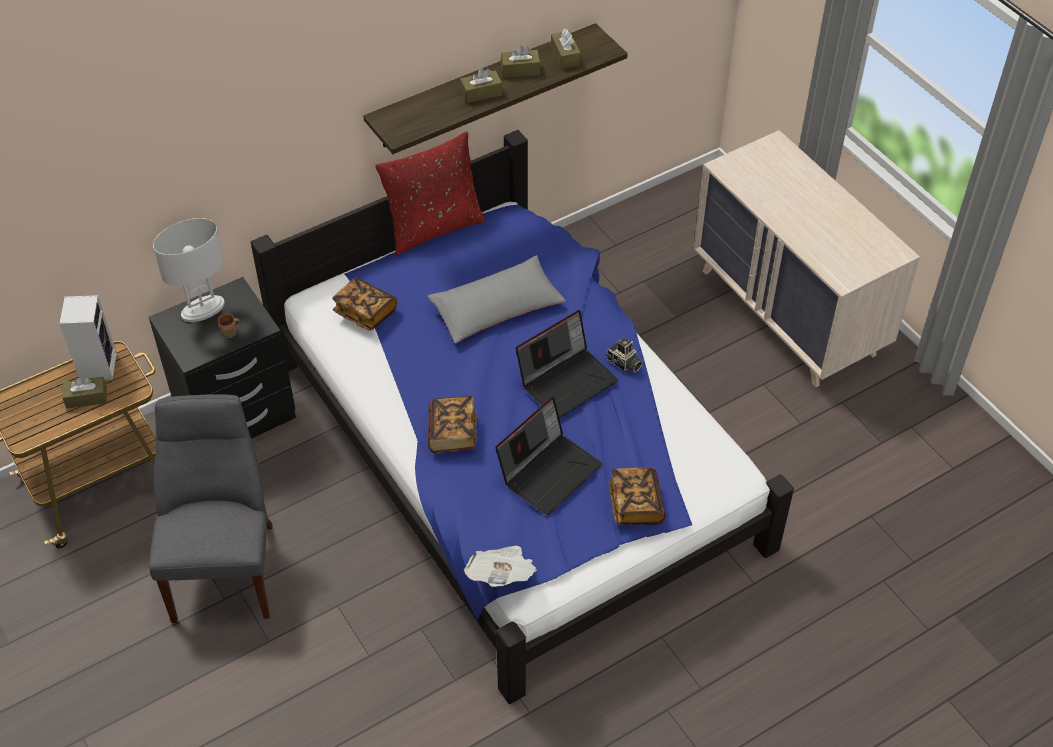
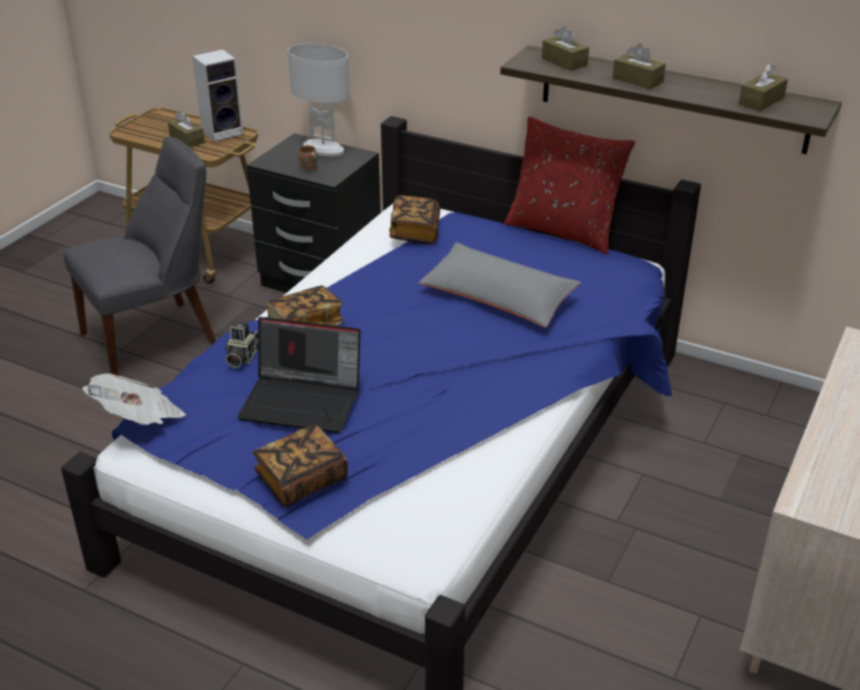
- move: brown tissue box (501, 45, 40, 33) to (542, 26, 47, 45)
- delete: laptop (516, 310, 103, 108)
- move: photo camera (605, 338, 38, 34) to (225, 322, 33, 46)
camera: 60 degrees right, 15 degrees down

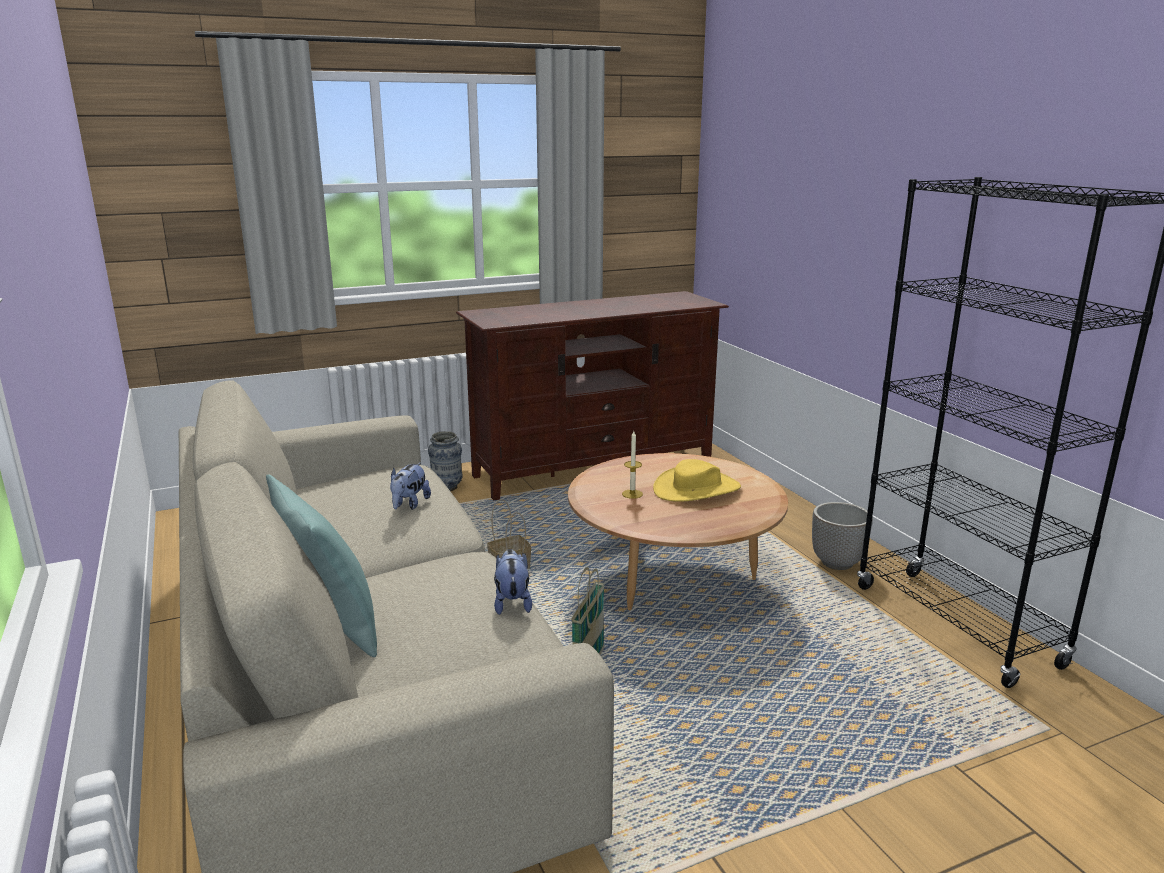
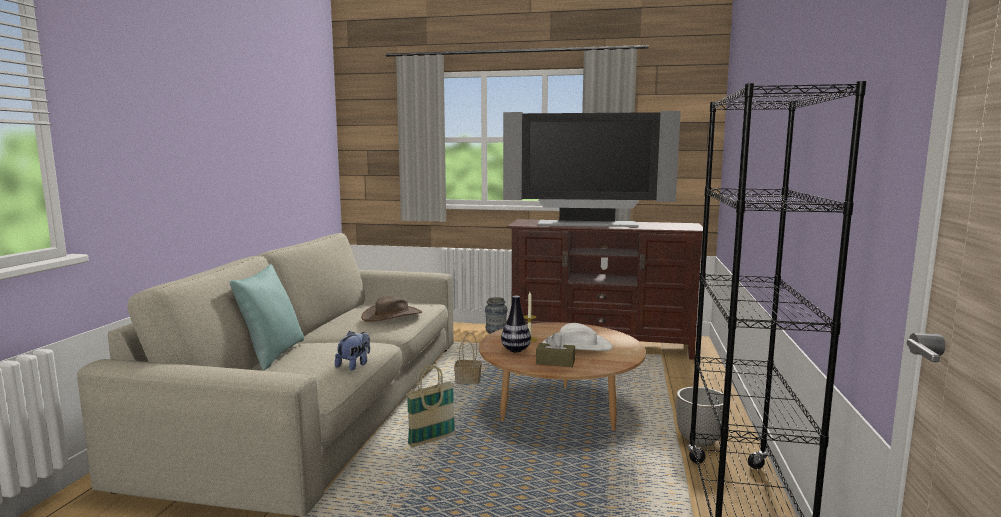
- recolor: yellow hat (653, 459, 88, 43) to white hat (542, 323, 71, 28)
- replace: plush toy (390, 463, 41, 47) to brown hat (361, 296, 61, 26)
- insert: television (503, 111, 178, 116)
- insert: vase (501, 296, 30, 56)
- insert: brown tissue box (536, 333, 39, 34)
camera: 35 degrees right, 10 degrees down

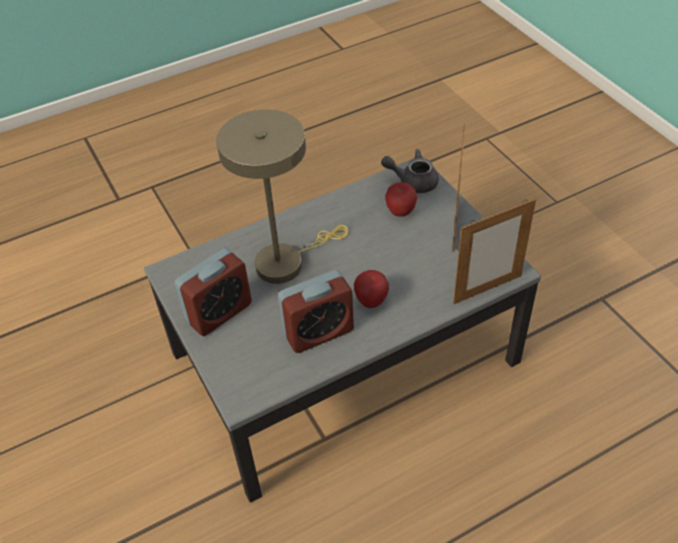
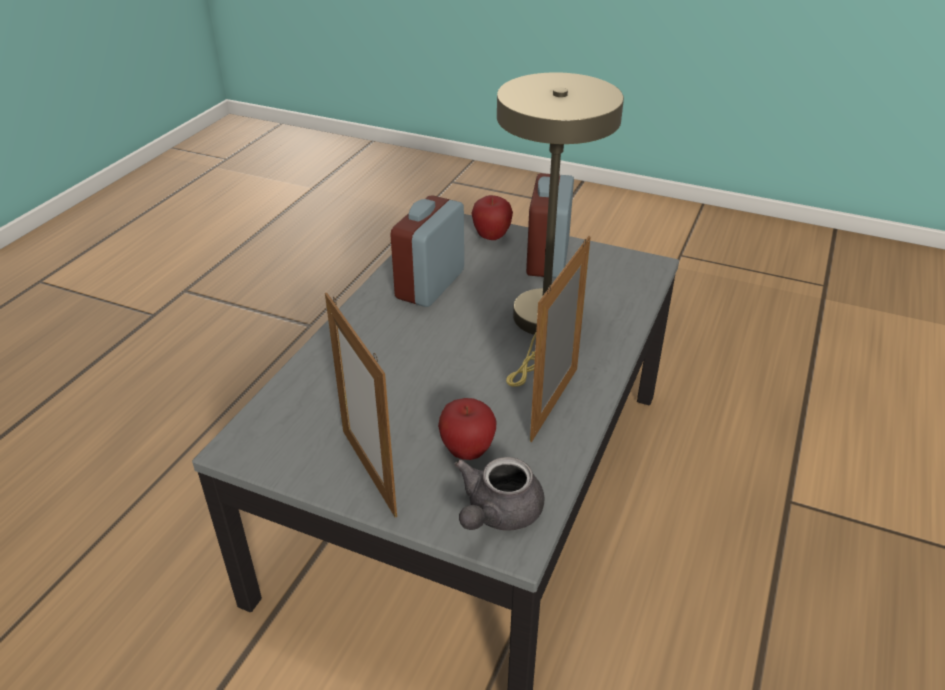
- rotate: grey teapot (381, 149, 58, 44) = (454, 457, 90, 74) 150 degrees clockwise
- move: picture frame (453, 199, 83, 105) to (530, 236, 61, 206)
- move: apple (354, 270, 35, 38) to (471, 195, 42, 45)
camera: 140 degrees right, 10 degrees down

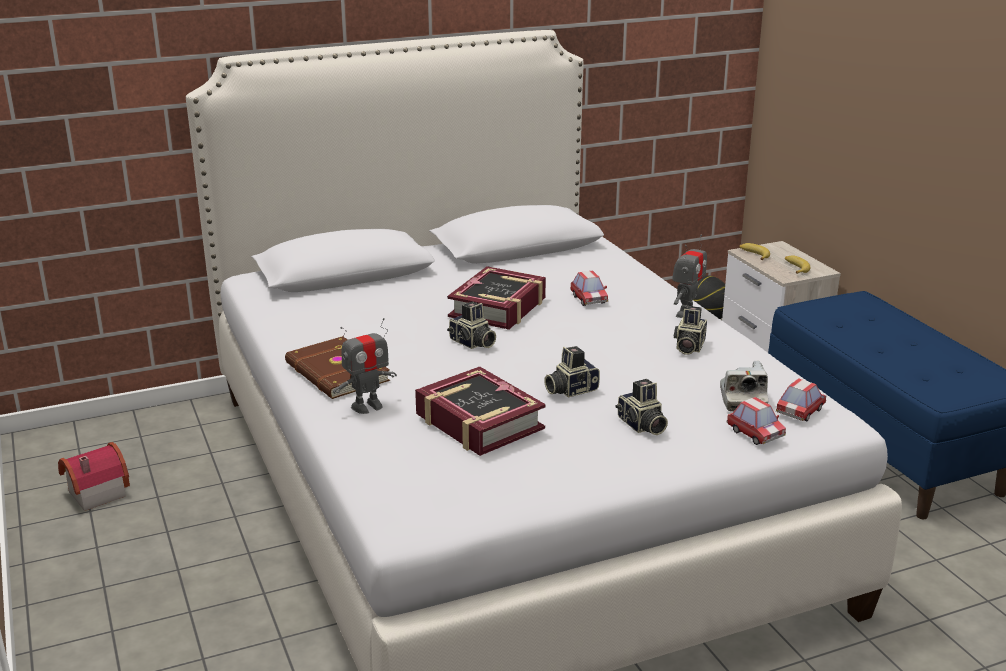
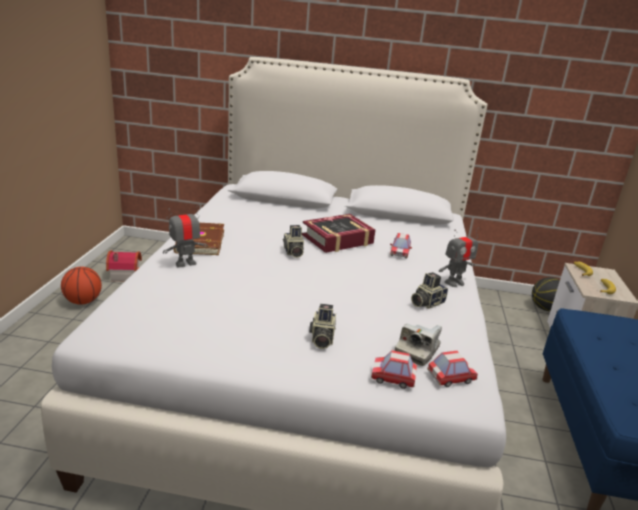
- rotate: toy robot (333, 318, 64, 96) = (163, 204, 45, 64) 150 degrees clockwise
- delete: photo camera (544, 346, 56, 52)
- delete: book (415, 367, 131, 89)
- rotate: toy car (726, 397, 60, 48) = (371, 350, 46, 39) 105 degrees clockwise
- insert: basketball (61, 267, 41, 38)
camera: 30 degrees right, 0 degrees up

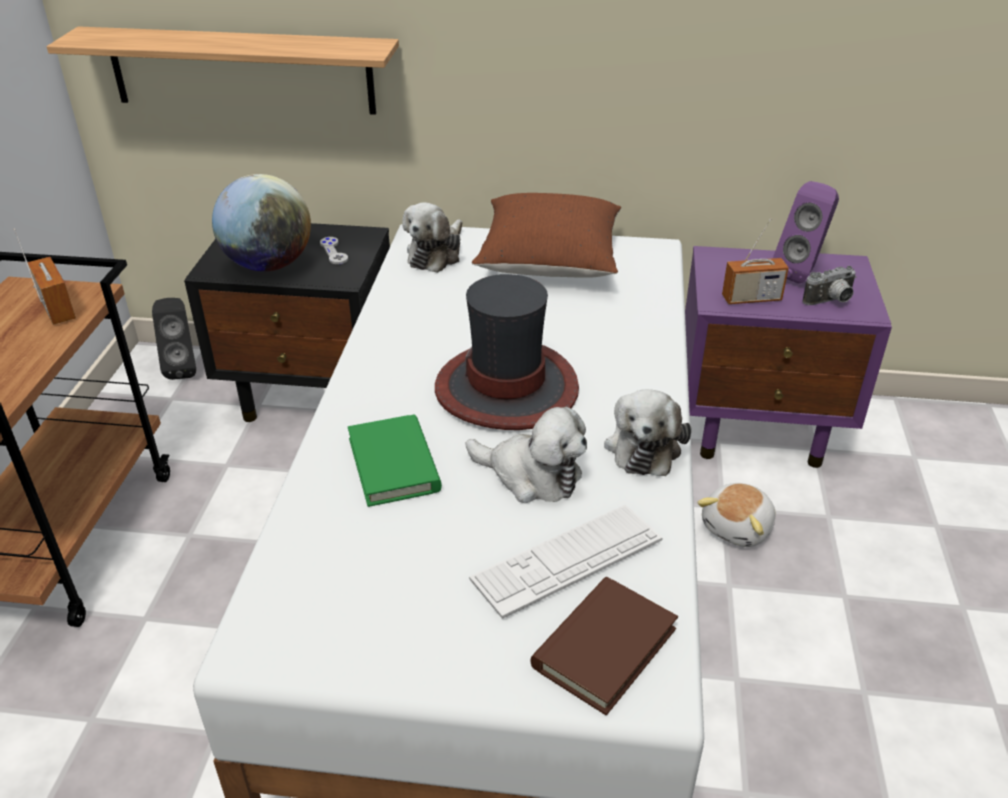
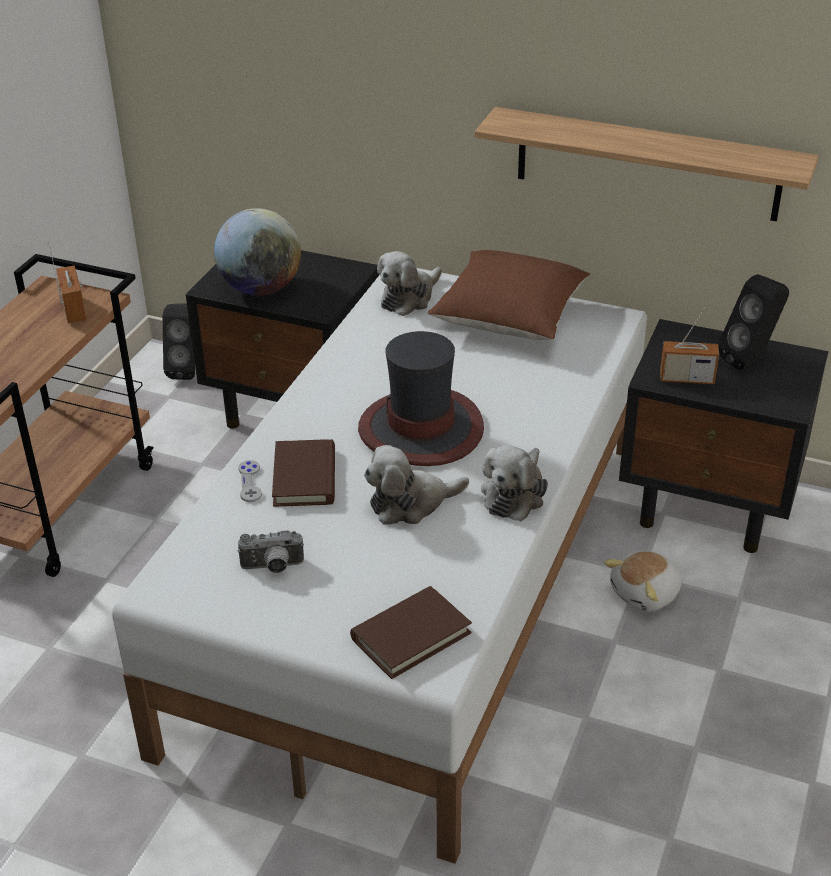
- move: shelf (47, 26, 352, 89) to (475, 107, 344, 114)
- recolor: purple speaker (773, 181, 66, 103) to black speaker (718, 274, 71, 96)
- move: grey game controller (320, 237, 28, 27) to (238, 460, 24, 42)
- recolor: purple nightstand (685, 246, 207, 222) to black nightstand (619, 319, 210, 234)
- move: photo camera (802, 266, 55, 39) to (238, 530, 66, 43)
- rotate: plush toy (466, 407, 121, 96) = (364, 445, 105, 80) 120 degrees clockwise
- recolor: green book (348, 415, 94, 92) to brown book (272, 439, 63, 68)
- delete: keyboard (469, 505, 194, 114)
camera: 15 degrees right, 0 degrees up

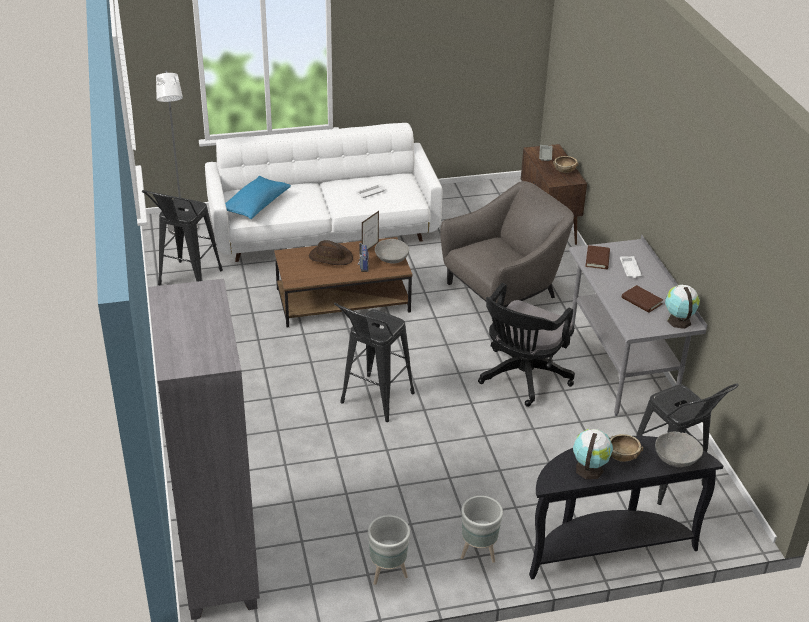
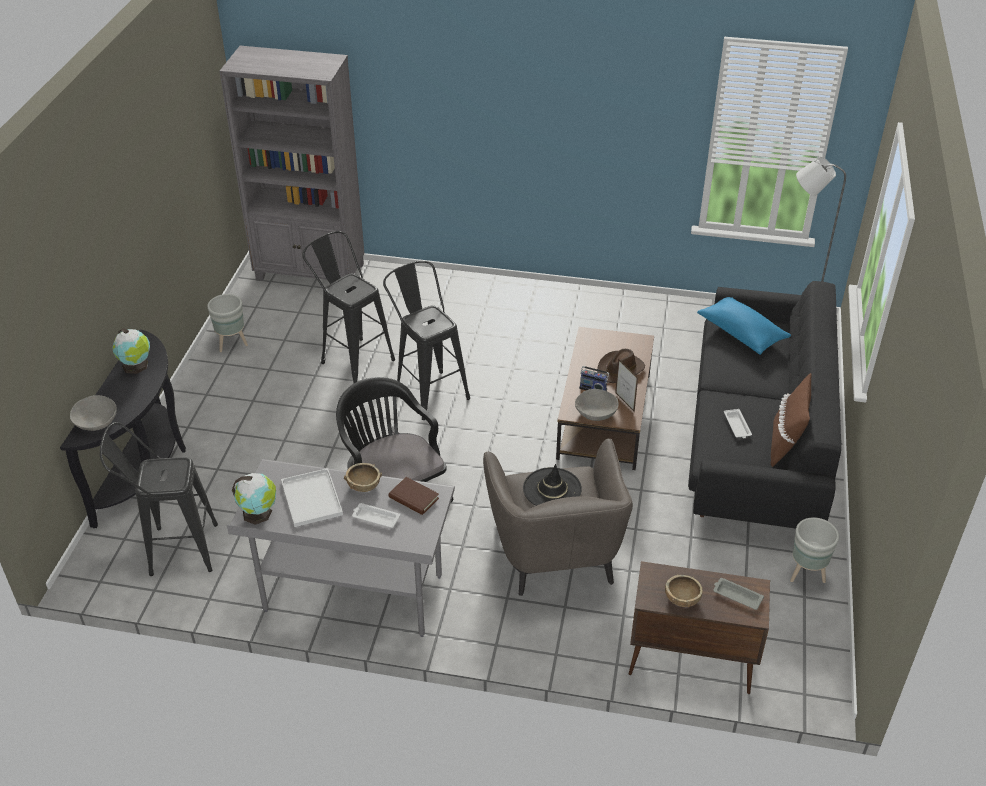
- recolor: white sofa (205, 123, 237, 139) to black sofa (688, 281, 153, 248)
- move: black stool (142, 190, 81, 96) to (303, 231, 92, 153)
- replace: brown book (622, 285, 41, 28) to white tray (281, 468, 62, 59)
- move: brown bowl (610, 434, 33, 28) to (344, 463, 38, 29)
- move: grey planter (461, 496, 42, 67) to (790, 517, 49, 66)
- insert: brown pillow (771, 373, 41, 94)
- insert: black hat (523, 464, 59, 42)
camera: 115 degrees right, 5 degrees up

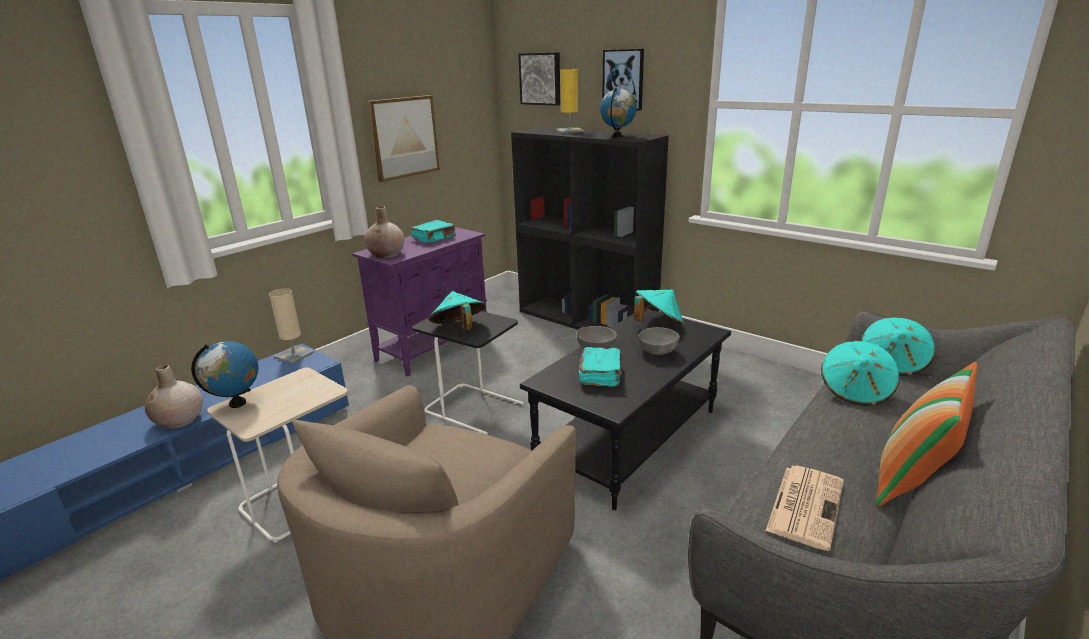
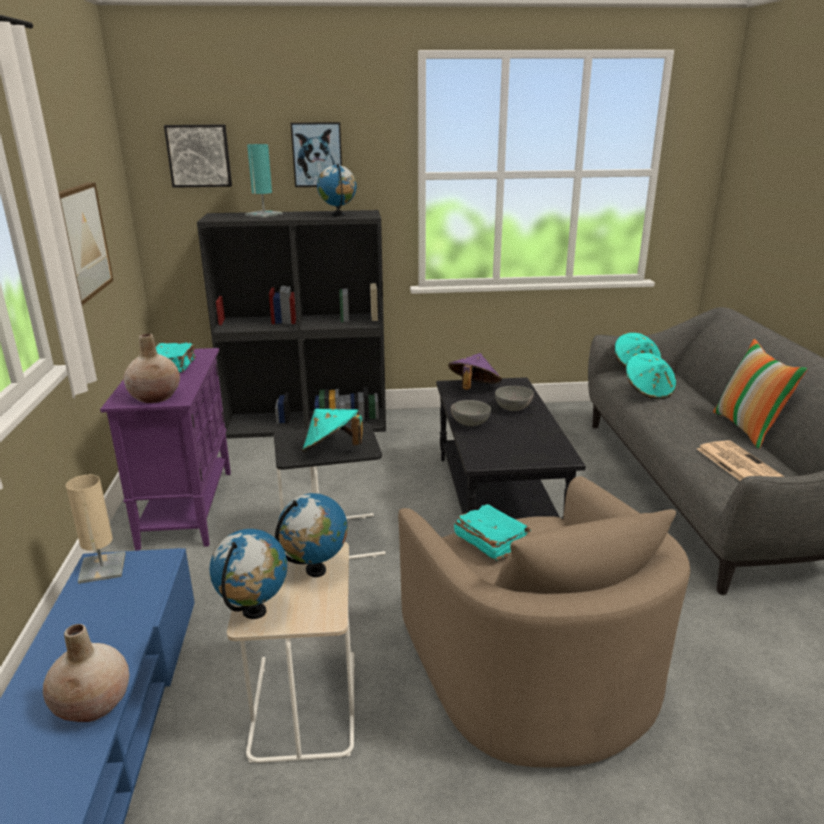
- recolor: yellow table lamp (556, 69, 28, 64) to turquoise table lamp (245, 144, 38, 74)
- recolor: turquoise hat (634, 290, 50, 35) to purple hat (448, 353, 54, 37)
- move: turquoise book (579, 347, 43, 40) to (454, 504, 77, 56)
- insert: globe (275, 493, 73, 84)
camera: 45 degrees left, 0 degrees up

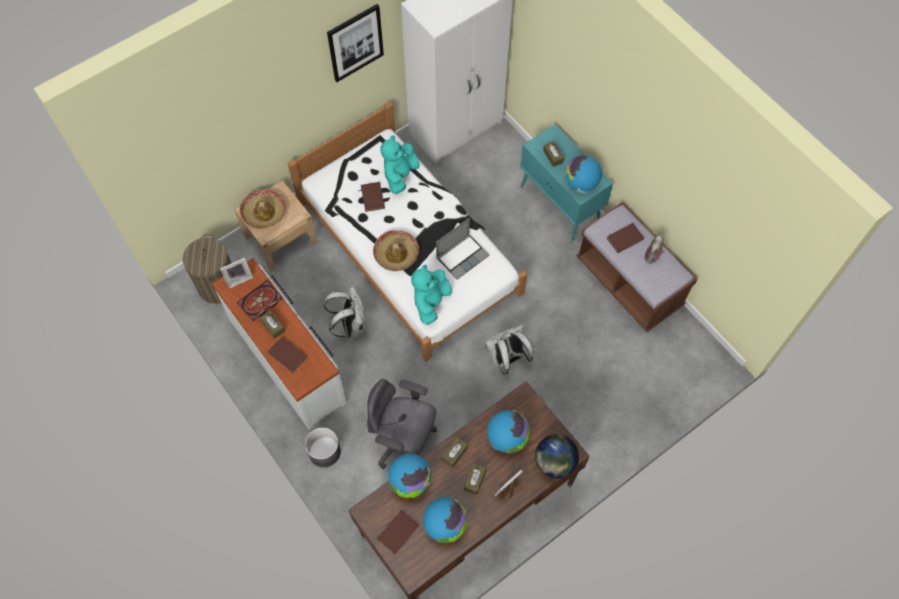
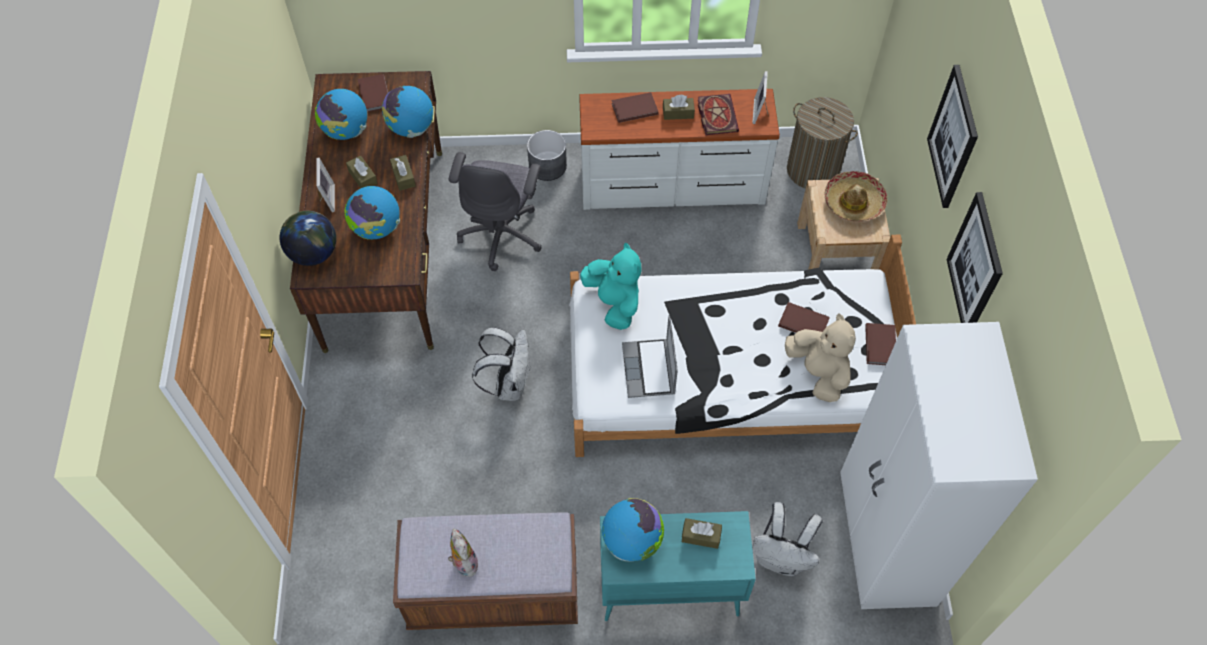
- recolor: turquoise plush toy (380, 135, 39, 59) to beige plush toy (785, 314, 71, 88)
- move: brown book (607, 223, 37, 30) to (865, 323, 31, 42)
- delete: hat (373, 230, 46, 41)
- move: white backpack (324, 287, 43, 52) to (752, 502, 71, 74)
- rotate: grey office chair (367, 379, 70, 90) = (449, 152, 93, 119) 135 degrees clockwise
- insert: picture (927, 65, 51, 143)
camera: 125 degrees right, 5 degrees down

